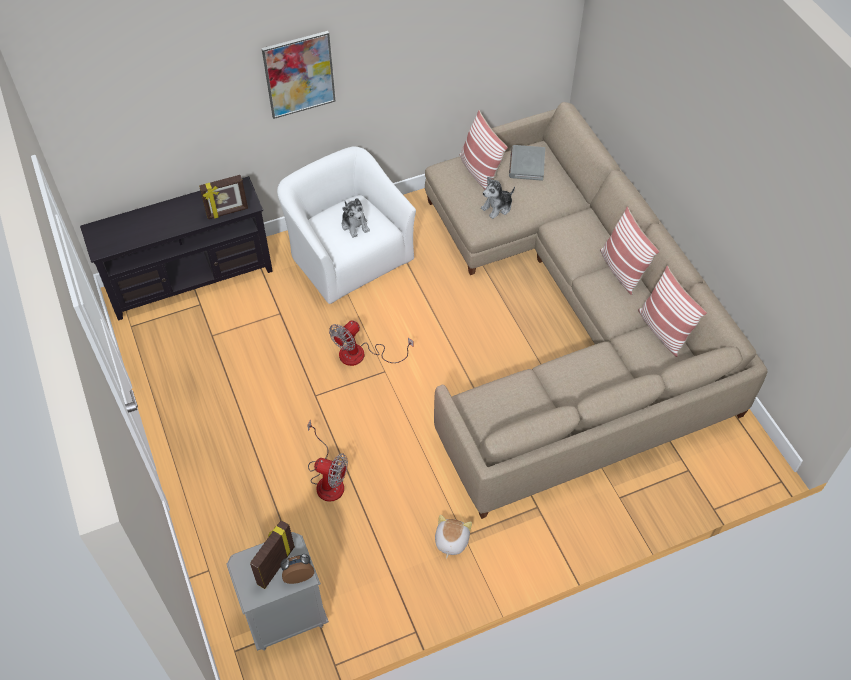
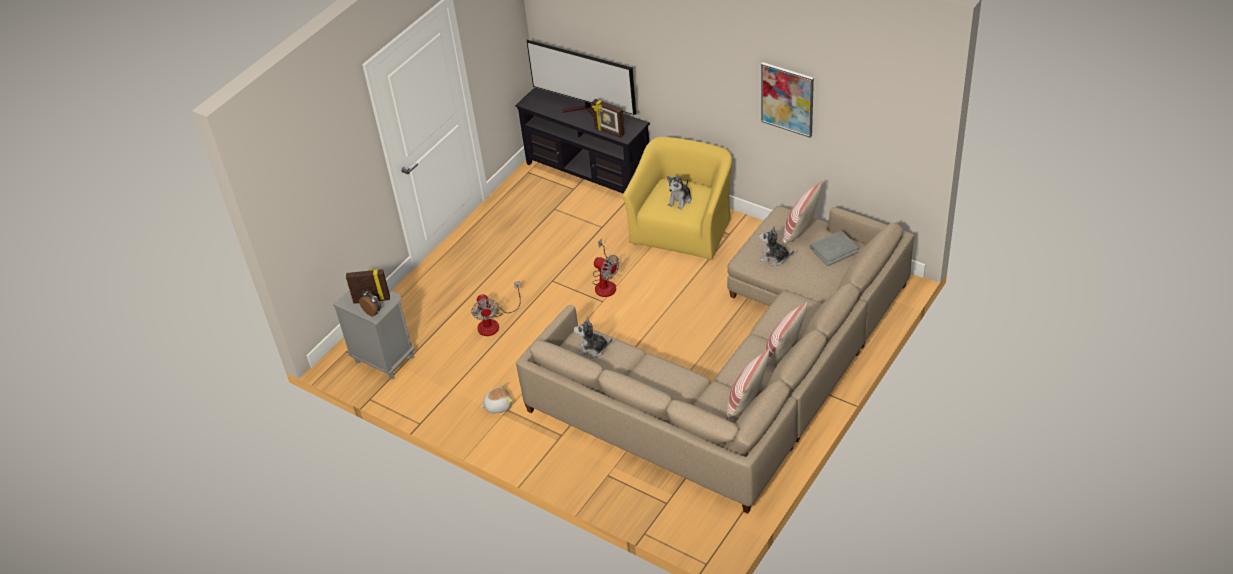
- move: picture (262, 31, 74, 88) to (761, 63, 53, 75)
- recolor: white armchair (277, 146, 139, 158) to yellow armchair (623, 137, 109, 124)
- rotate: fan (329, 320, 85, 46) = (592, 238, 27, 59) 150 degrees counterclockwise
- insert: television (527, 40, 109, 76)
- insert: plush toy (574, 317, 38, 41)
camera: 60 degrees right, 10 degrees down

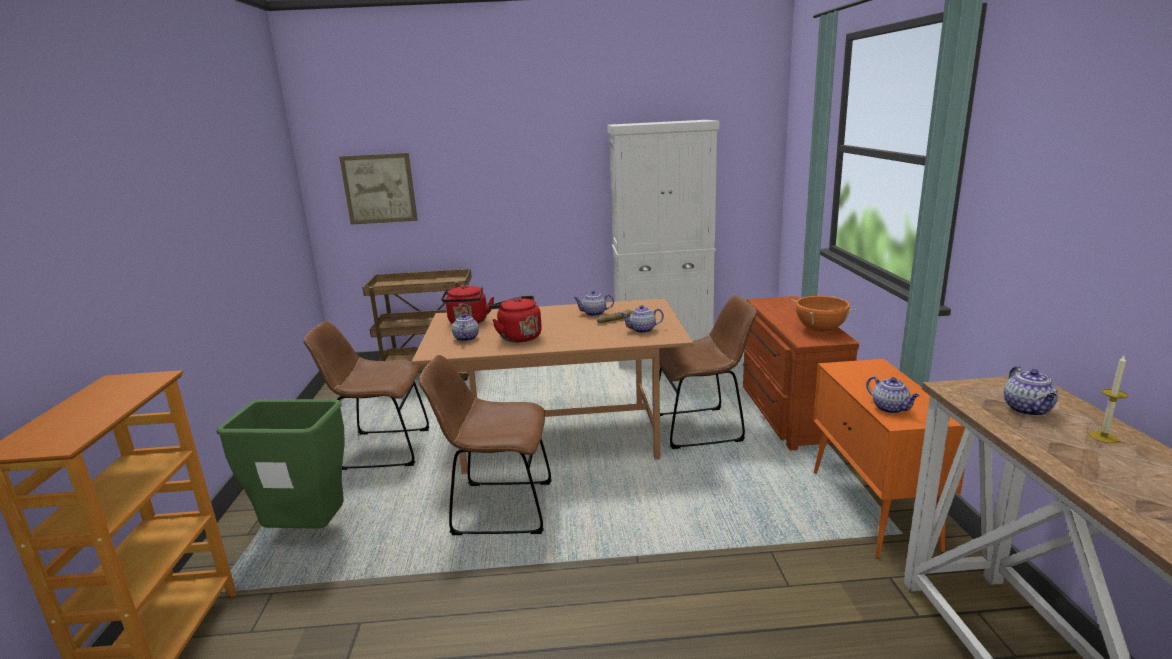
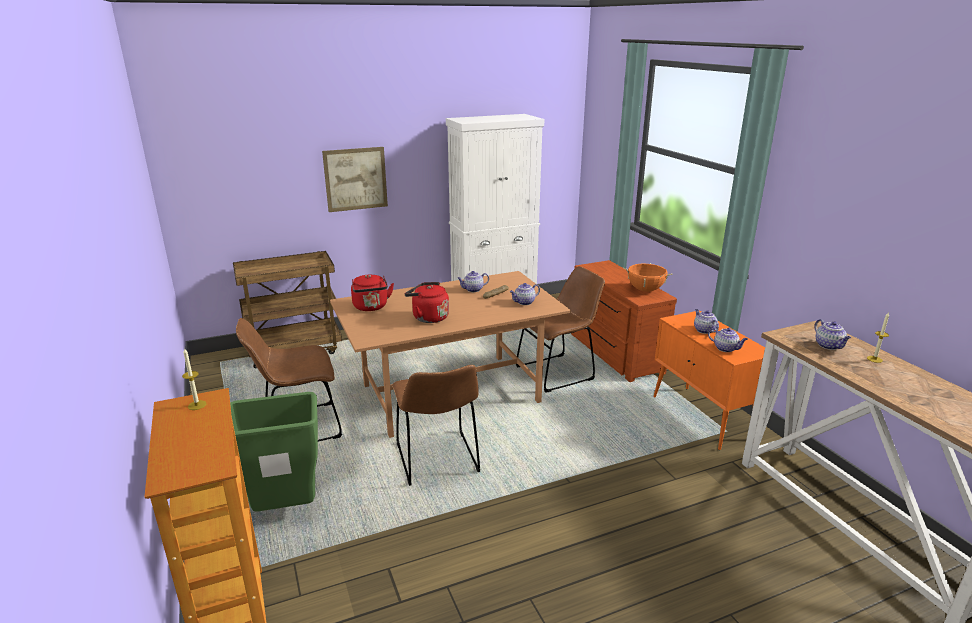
- move: picture (339, 153, 78, 72) to (322, 147, 66, 65)
- move: teapot (452, 314, 27, 28) to (694, 309, 25, 25)
- rotate: brown chair (419, 355, 133, 180) = (392, 365, 88, 121) 90 degrees counterclockwise
- insert: candle (182, 349, 24, 61)
camera: 20 degrees left, 5 degrees up

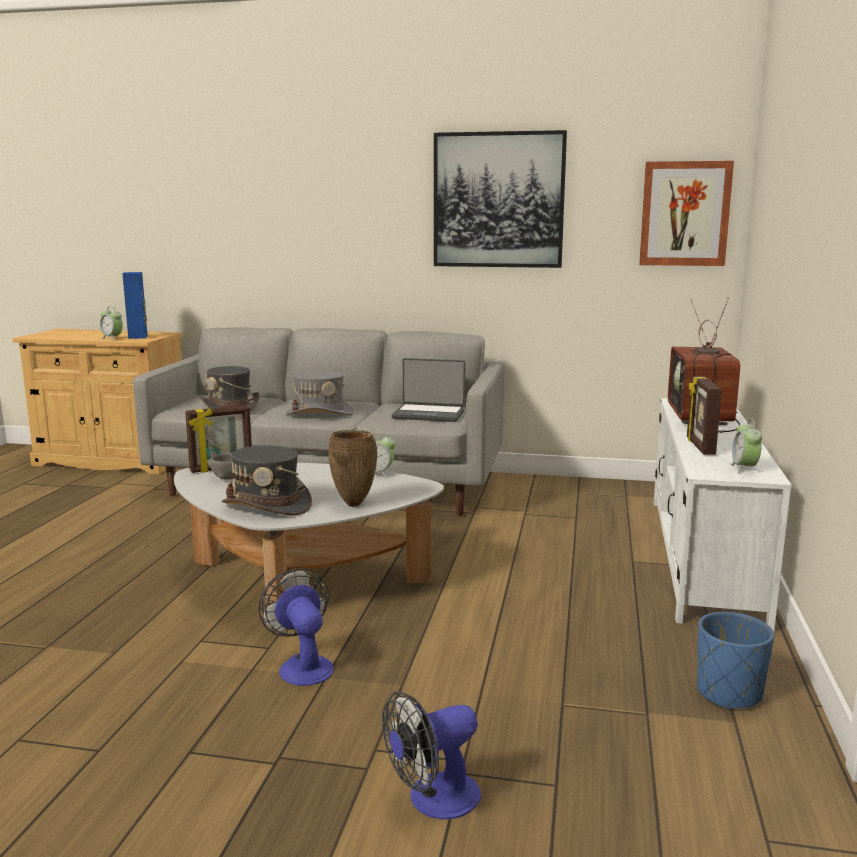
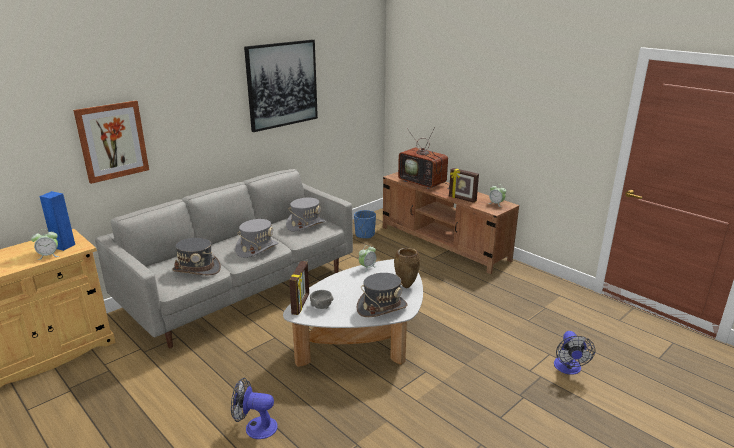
- move: picture (639, 161, 95, 105) to (73, 100, 76, 84)
- replace: laptop (391, 358, 74, 64) to grey hat (286, 198, 39, 33)
- recolor: white tv stand (654, 398, 138, 234) to brown tv stand (383, 172, 136, 102)
- move: fan (258, 568, 75, 118) to (231, 378, 47, 61)
- move: blue planter (697, 612, 77, 98) to (354, 210, 22, 29)
camera: 55 degrees left, 10 degrees up

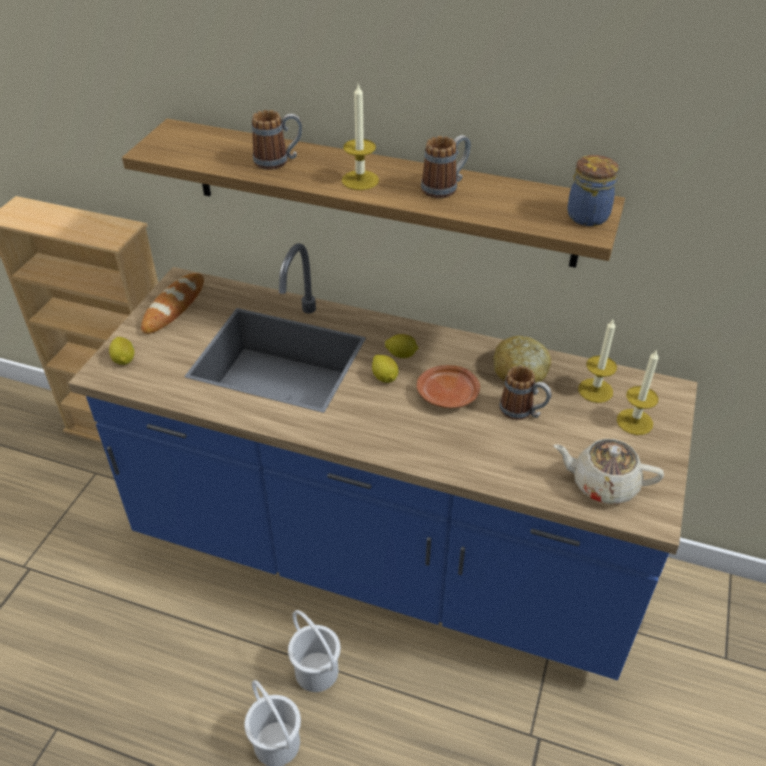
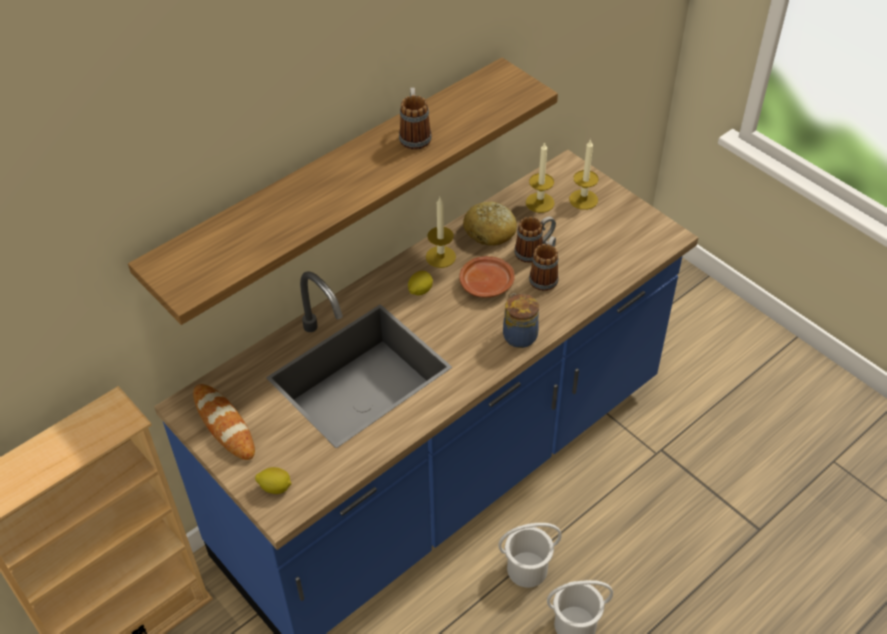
- move: candle (342, 83, 37, 107) to (426, 197, 30, 71)
- move: mug (252, 110, 50, 60) to (529, 236, 30, 55)
- move: jar (567, 155, 52, 71) to (503, 293, 36, 55)
- delete: lemon (372, 355, 26, 28)
- delete: beige teapot (553, 439, 111, 65)
camera: 60 degrees left, 5 degrees up

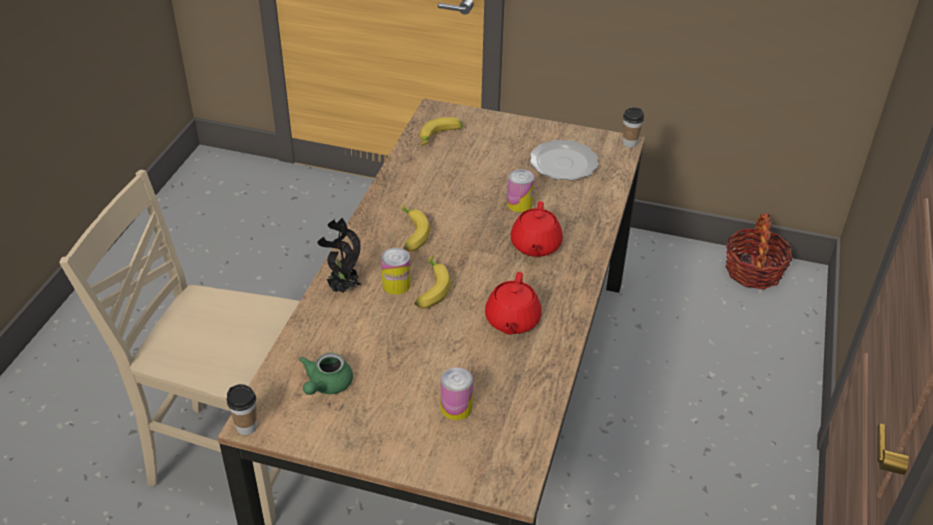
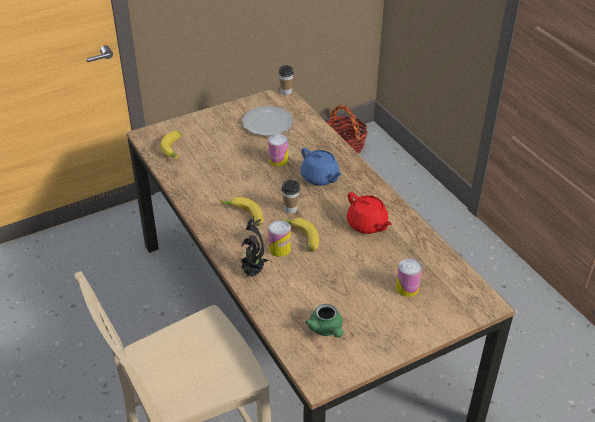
- recolor: red teapot (511, 201, 52, 56) to blue teapot (301, 148, 41, 38)
- move: cup (227, 384, 30, 51) to (281, 180, 19, 34)
camera: 45 degrees left, 0 degrees up

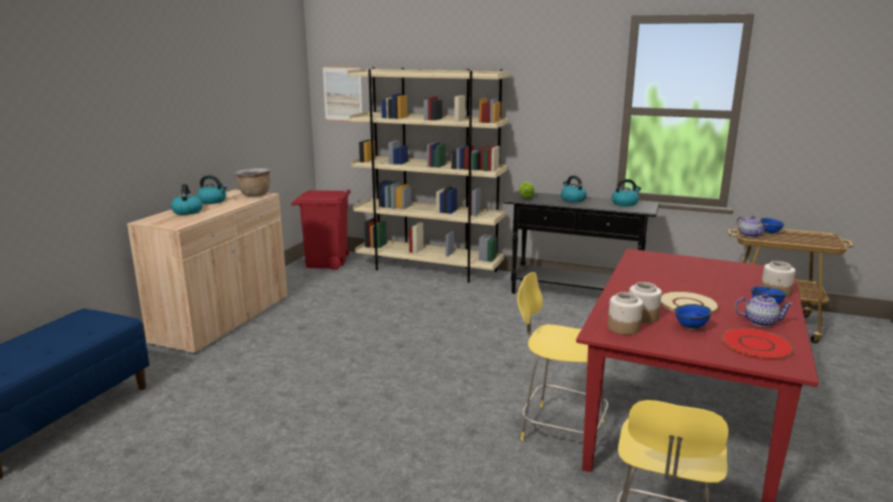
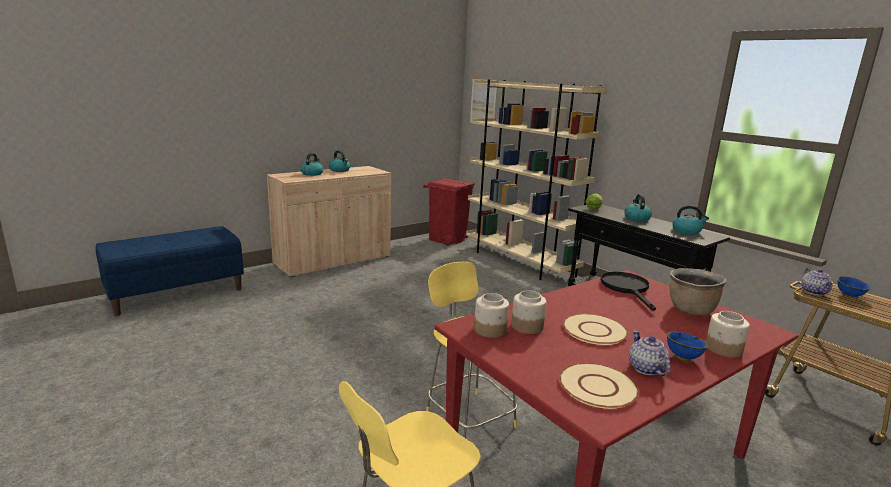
- move: brown cooking pot (235, 168, 35, 28) to (669, 268, 58, 47)
- rotate: teapot (735, 294, 59, 33) = (629, 330, 42, 46) 150 degrees counterclockwise
- delete: blue bowl (674, 304, 38, 26)
- recolor: red plate (721, 328, 73, 32) to beige plate (559, 363, 80, 46)
- insert: black frying pan (601, 272, 55, 39)
camera: 30 degrees right, 0 degrees up

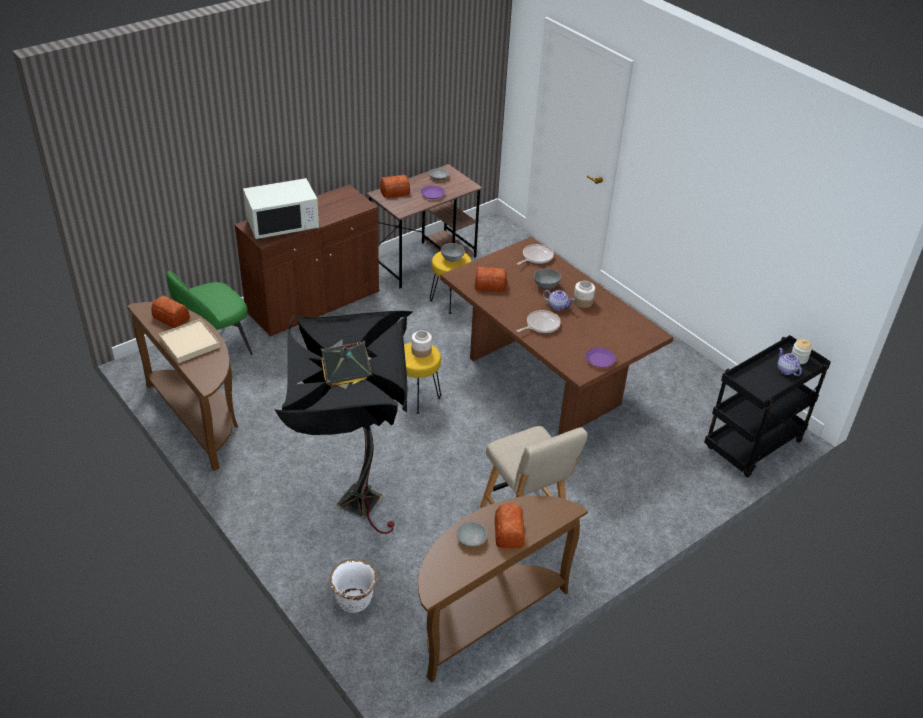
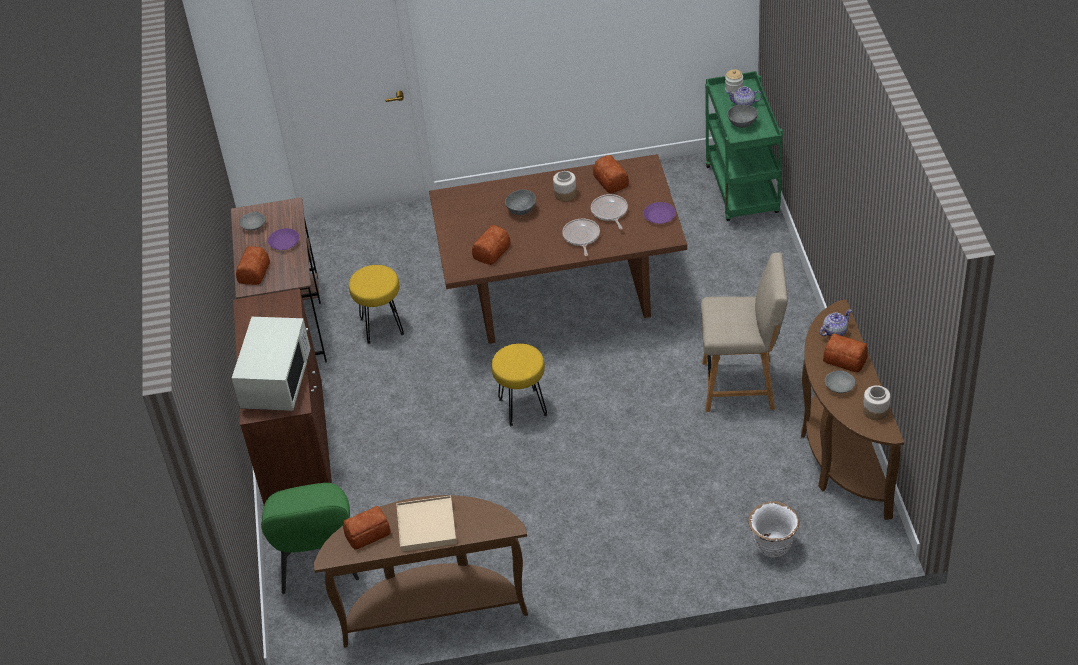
- move: grey bowl (440, 243, 25, 19) to (727, 105, 31, 23)
- move: frying pan (517, 244, 37, 21) to (591, 194, 37, 36)
- move: teapot (543, 290, 32, 21) to (820, 309, 32, 27)
- delete: black floor lamp (274, 311, 139, 223)
- move: jar (412, 331, 20, 27) to (863, 385, 27, 35)
- recolor: black cart (704, 335, 127, 143) to green cart (705, 71, 78, 150)
- insert: bread (593, 155, 36, 38)
camera: 55 degrees left, 5 degrees up

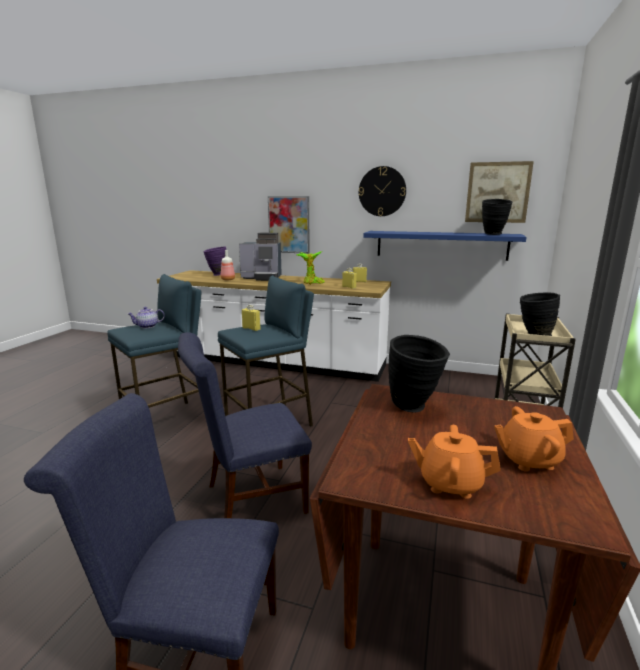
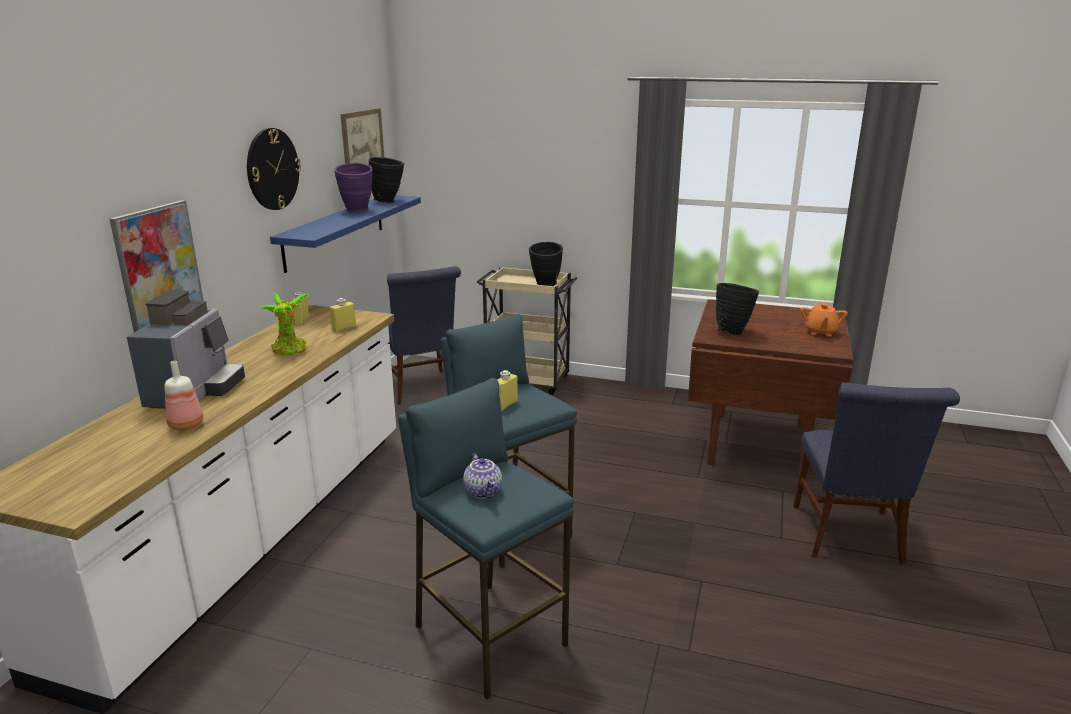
- move: purple vase (203, 246, 23, 30) to (334, 163, 39, 50)
- move: blue chair (178, 332, 134, 186) to (387, 266, 74, 138)
- delete: orange teapot (494, 406, 80, 66)
camera: 90 degrees left, 5 degrees up

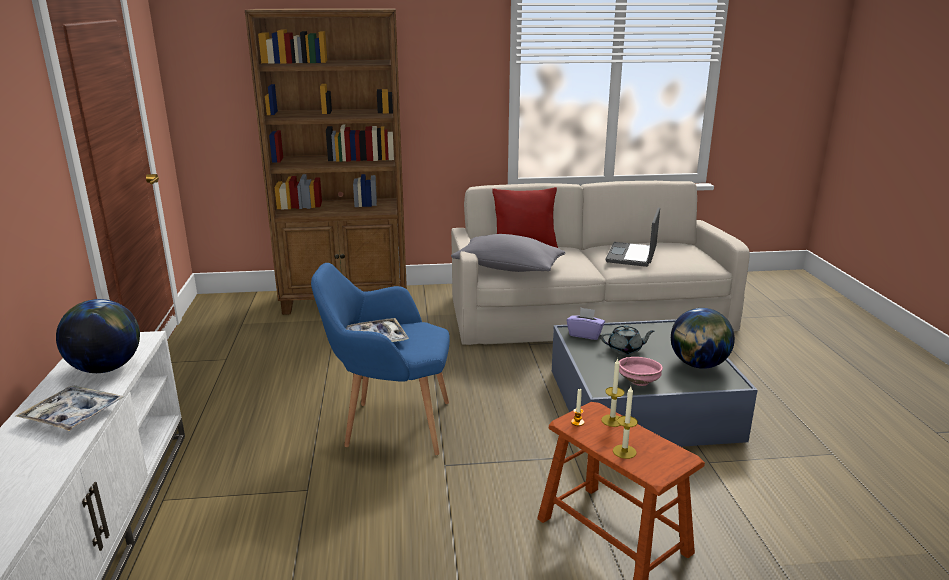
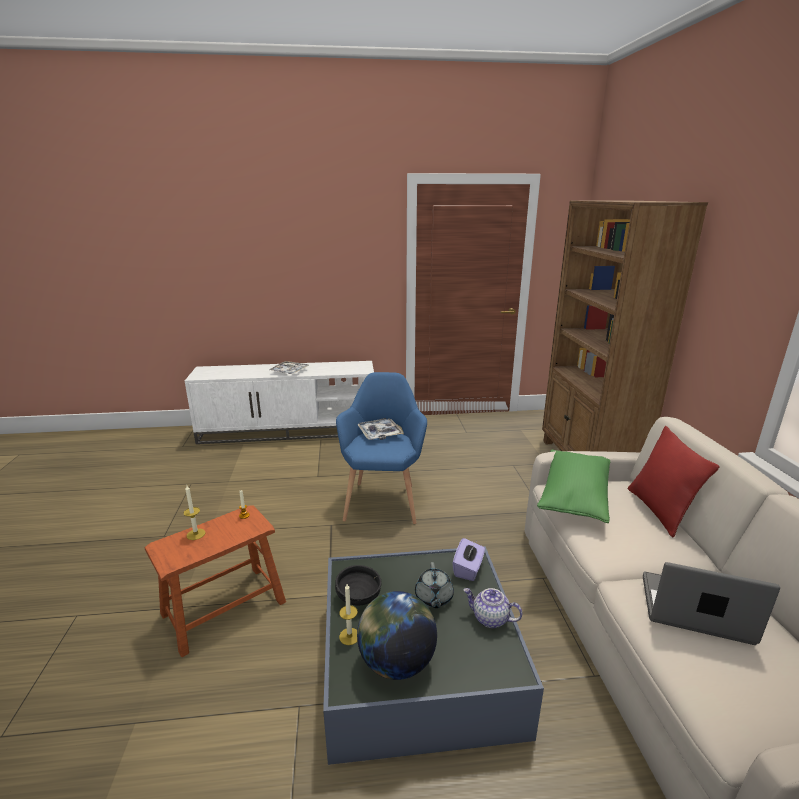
- recolor: grey pillow (451, 234, 114, 38) to green pillow (537, 450, 73, 73)
- delete: globe (56, 299, 84, 74)
- recolor: pink bowl (619, 357, 44, 29) to black bowl (335, 565, 47, 40)
- move: candle (601, 359, 23, 68) to (339, 584, 19, 61)
- insert: teapot (464, 588, 58, 40)
camera: 90 degrees right, 0 degrees up

